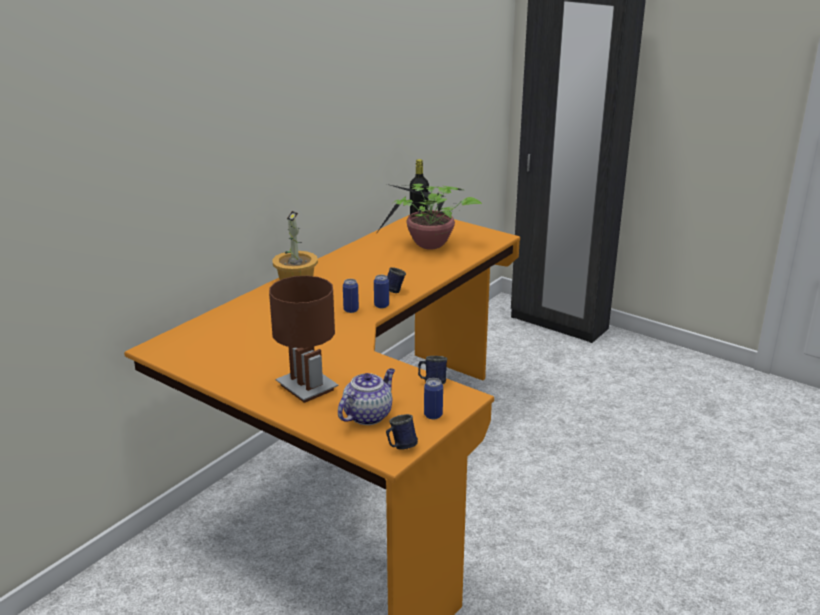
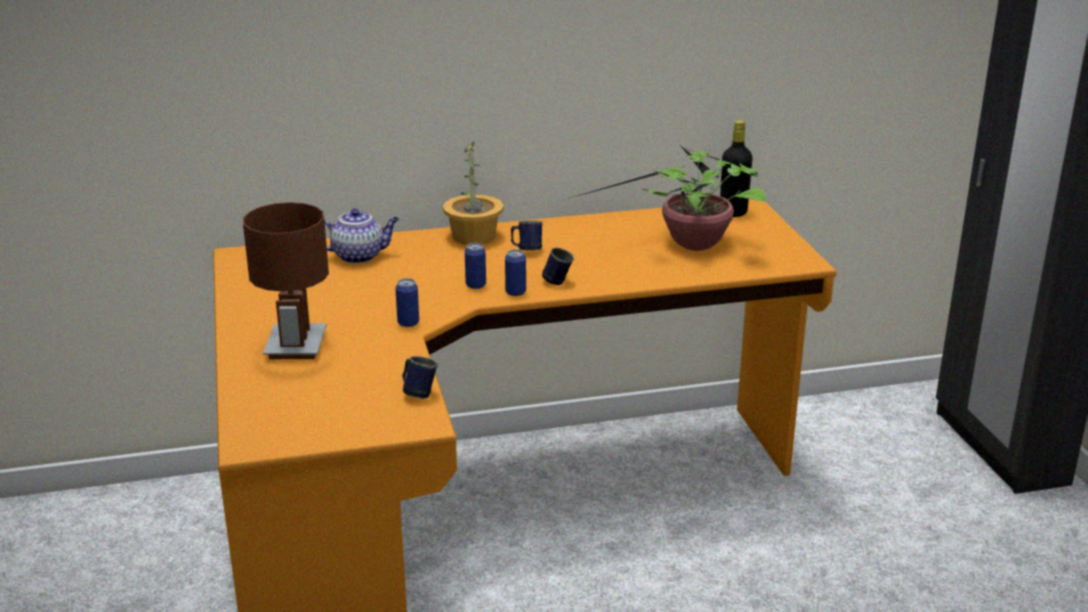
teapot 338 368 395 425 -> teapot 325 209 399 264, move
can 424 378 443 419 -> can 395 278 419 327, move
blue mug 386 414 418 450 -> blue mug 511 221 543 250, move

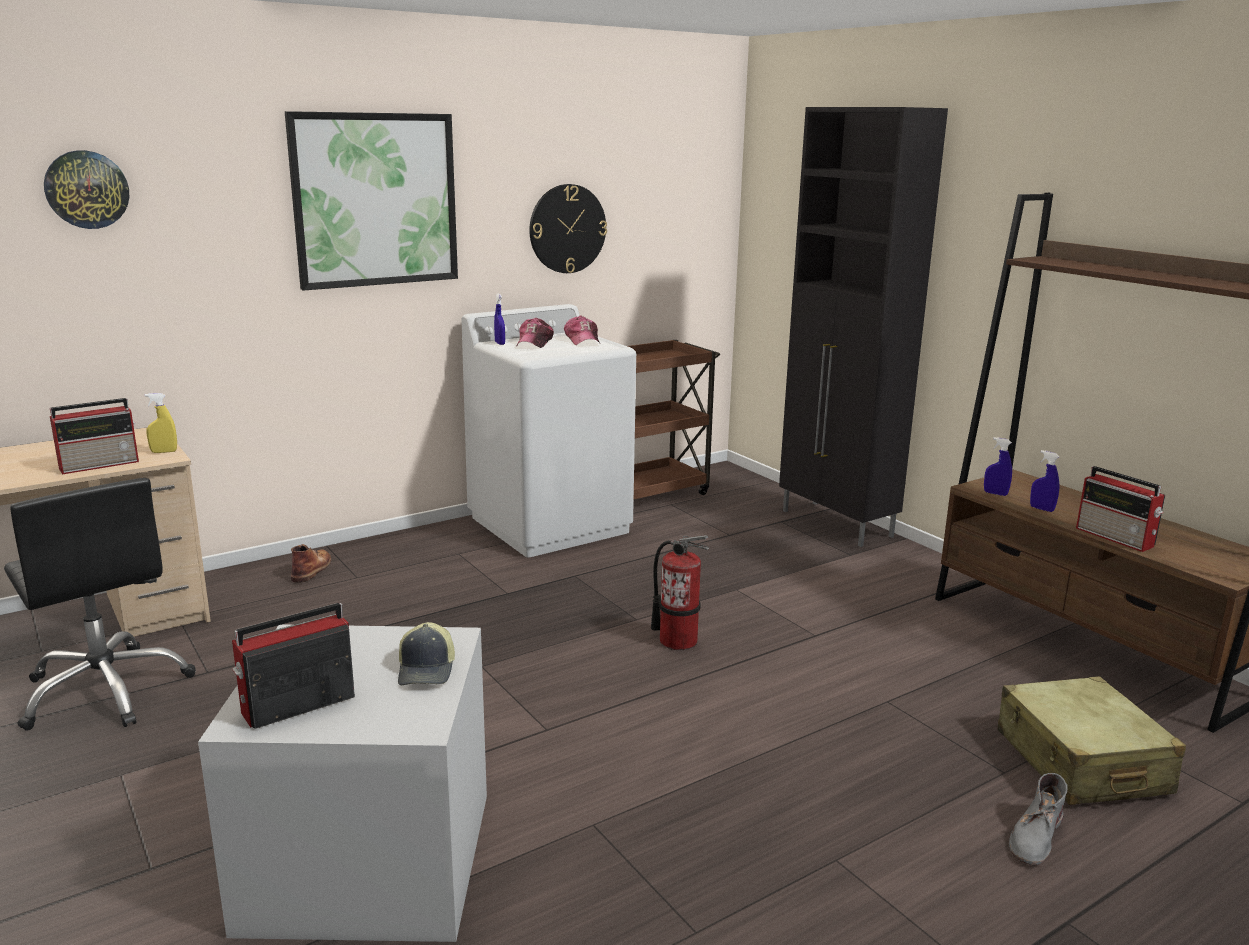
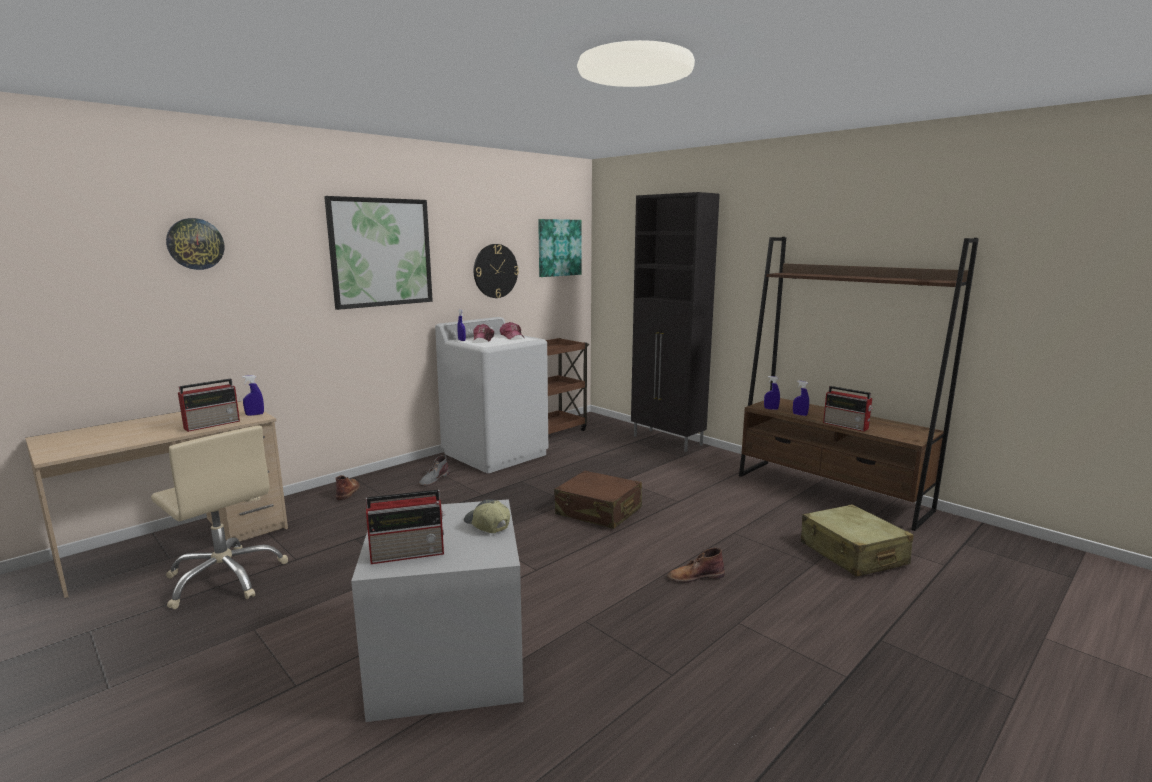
yellow spray bottle 145 393 177 453 -> blue spray bottle 242 375 264 416
black office chair 4 478 196 731 -> beige office chair 151 426 288 609
fire extinguisher 651 535 709 650 -> brown suitcase 554 470 642 529
radio 232 603 355 729 -> radio 366 490 445 564, 150 degrees counterclockwise
cap 398 622 455 685 -> cap 464 500 510 533, 150 degrees clockwise
grey boot 1009 773 1068 865 -> grey boot 419 455 450 486, move
none -> picture 538 219 582 277
none -> brown boot 667 548 725 583

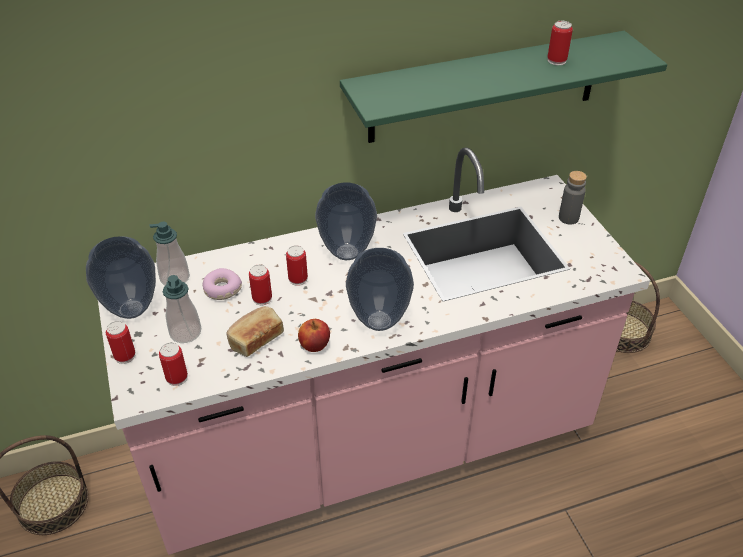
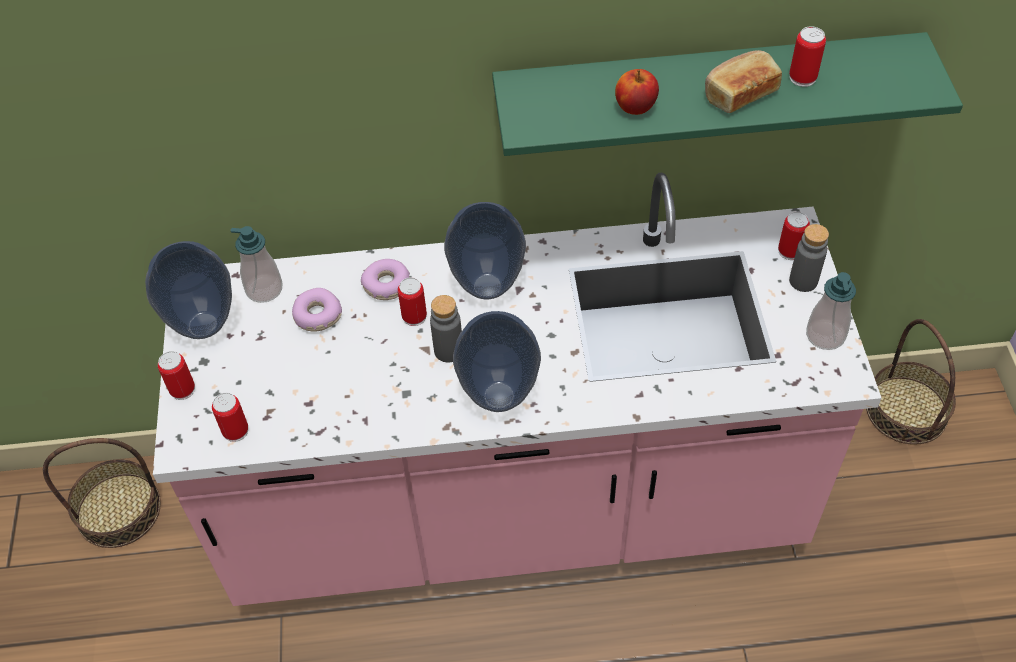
can 249 265 272 305 -> can 778 212 810 260, move
soap dispenser 163 275 201 343 -> soap dispenser 806 272 856 350, move
bread 226 306 284 357 -> bread 705 50 782 113, move
apple 298 319 330 352 -> apple 615 69 659 115, move
none -> donut 361 259 410 300
none -> grey bottle 430 295 462 363

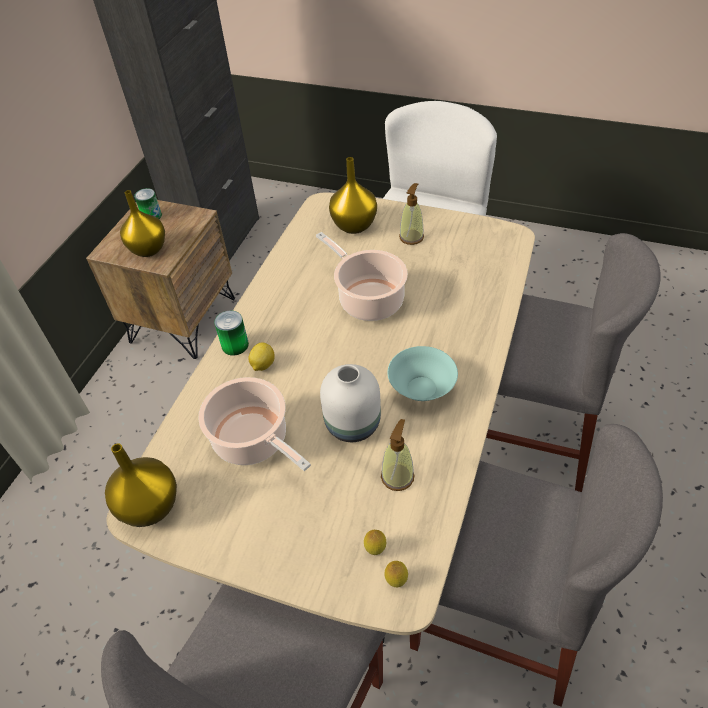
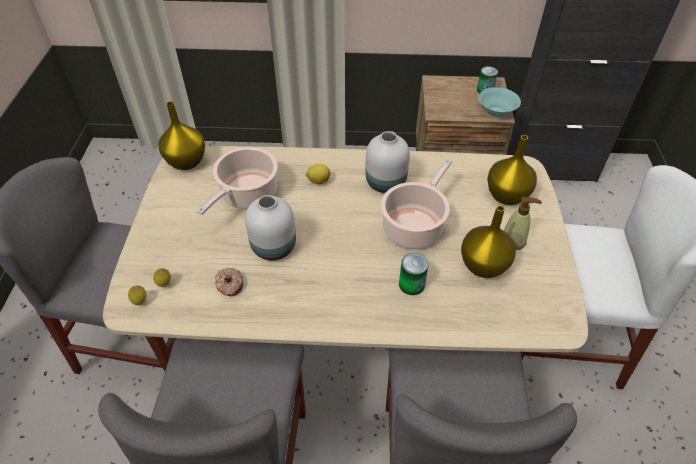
yellow vase 120 190 165 257 -> yellow vase 461 206 516 278, move
can 214 310 249 356 -> can 399 253 428 295, move
turquoise bowl 387 346 458 401 -> turquoise bowl 479 87 521 118, move
soap dispenser 381 419 414 491 -> donut 215 268 243 296
none -> white vase 365 131 410 193

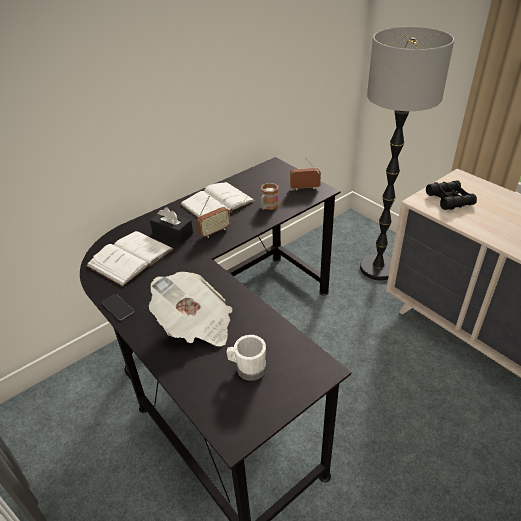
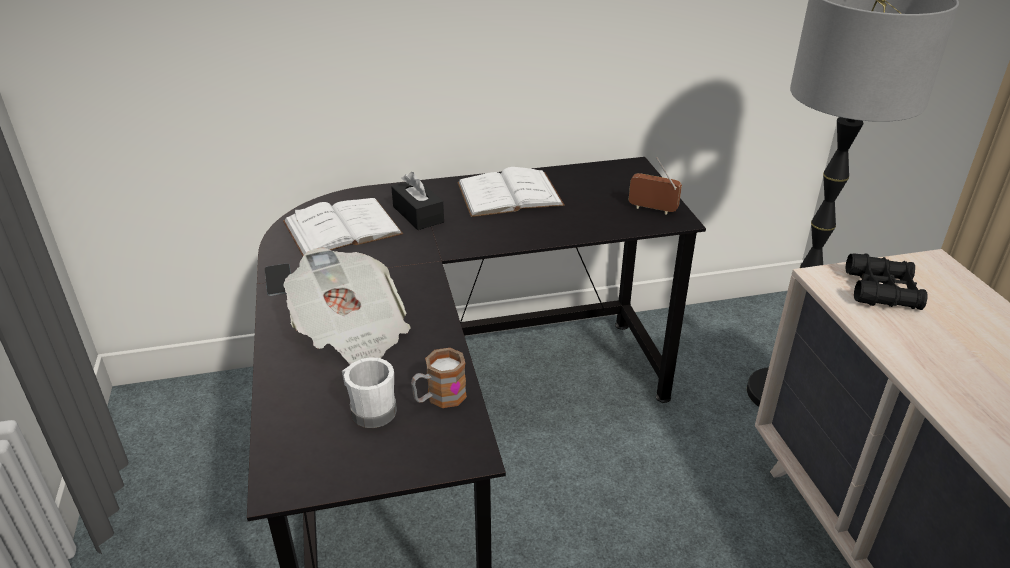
mug 261 183 279 210 -> mug 411 348 467 408, move
radio 197 196 230 238 -> none

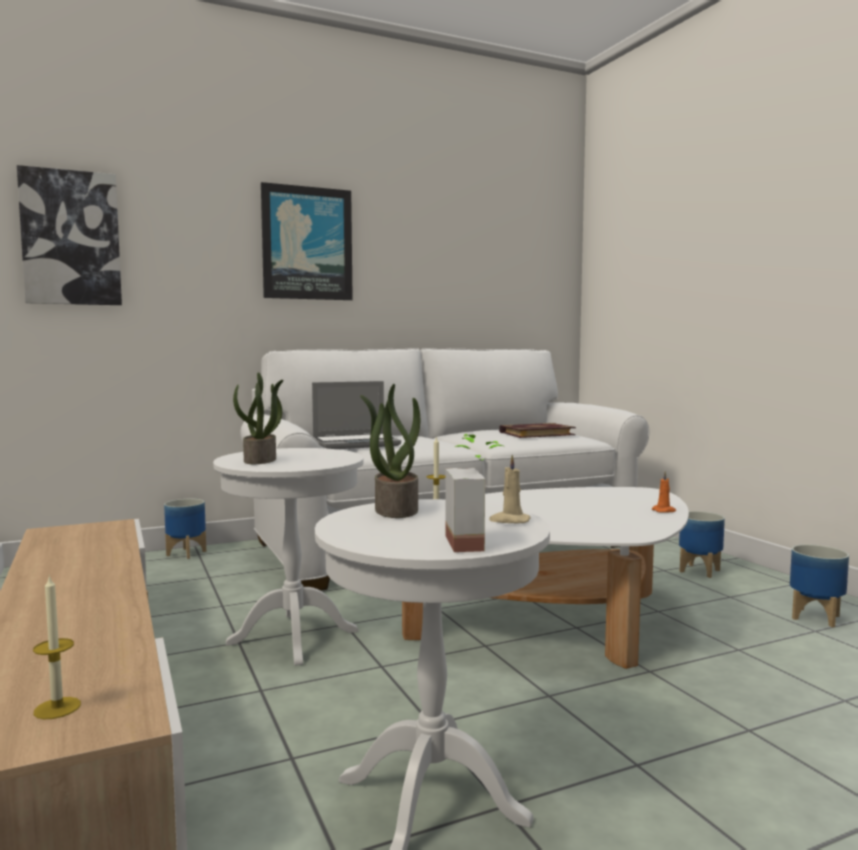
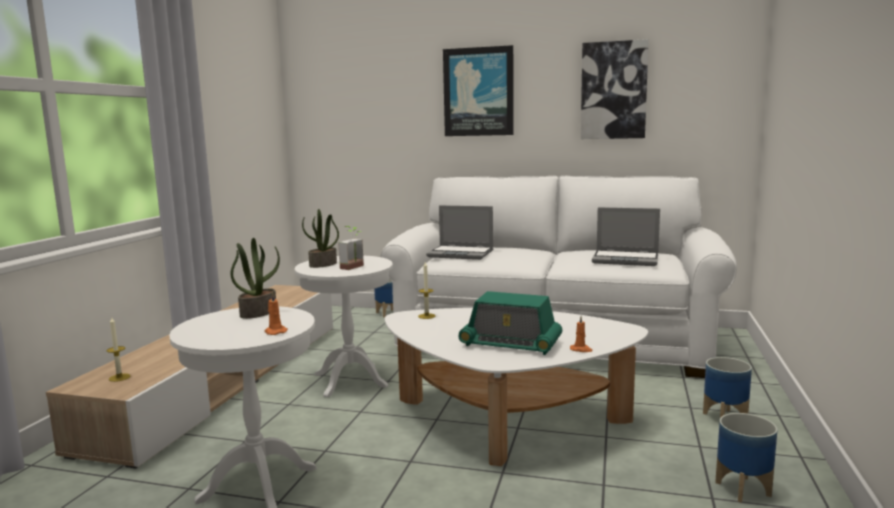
picture 17 165 122 305 -> picture 581 39 649 139, move
book 499 423 576 438 -> laptop 592 207 660 266
potted plant 445 434 503 552 -> potted plant 338 226 364 270, move
beige candle 489 455 531 523 -> orange candle 265 292 288 335
none -> radio 458 291 562 355

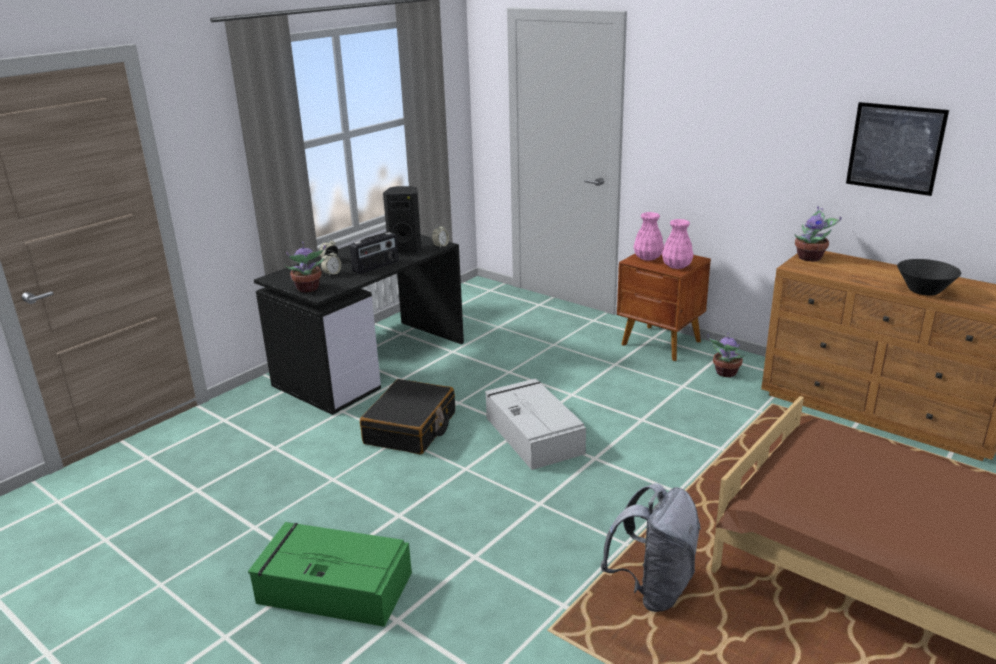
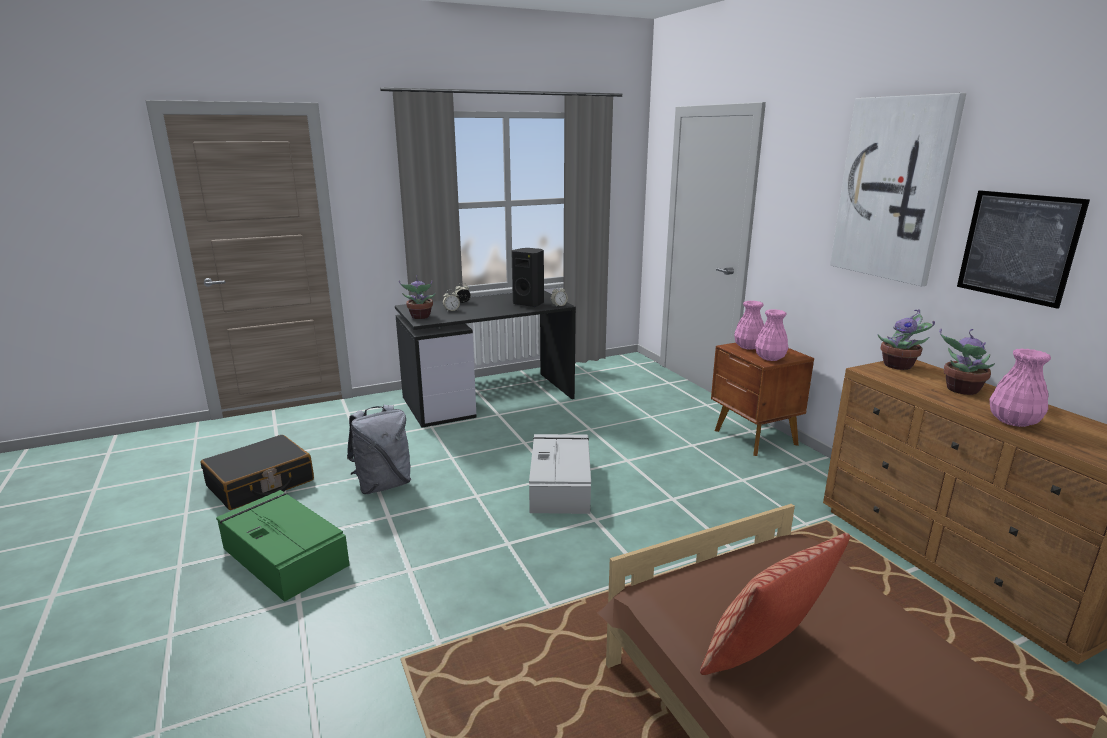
radio 350 232 399 274 -> none
black bowl 897 259 961 296 -> pink vase 989 348 1051 427
potted plant 707 333 745 377 -> potted plant 939 328 995 395, move
black suitcase 360 379 455 455 -> black suitcase 201 435 314 510, move
grey backpack 600 483 701 612 -> grey backpack 347 405 411 494, move
none -> picture 830 93 966 286
none -> pillow 700 533 850 675

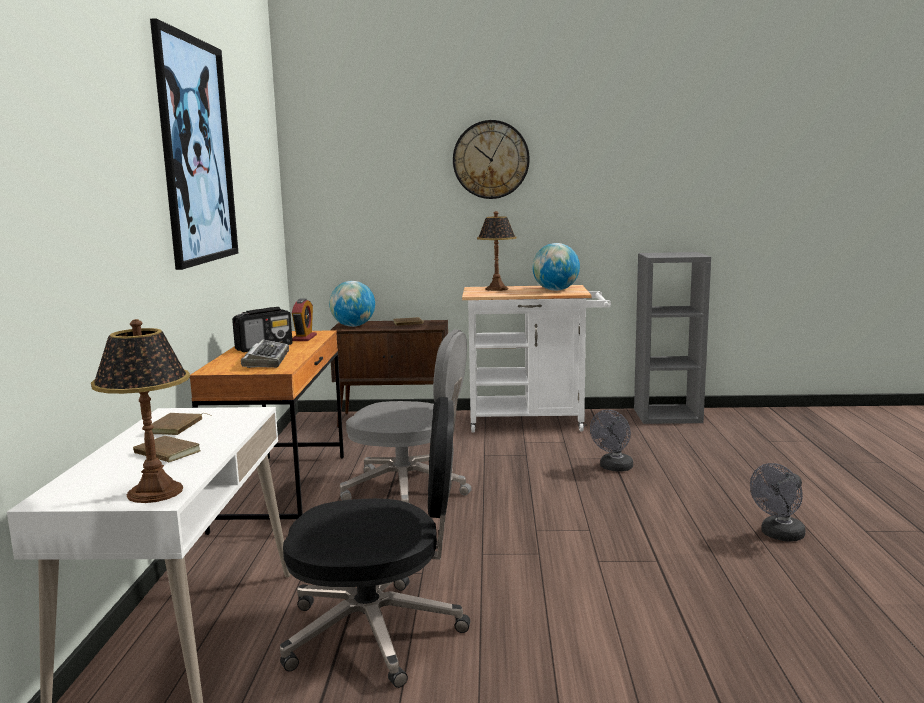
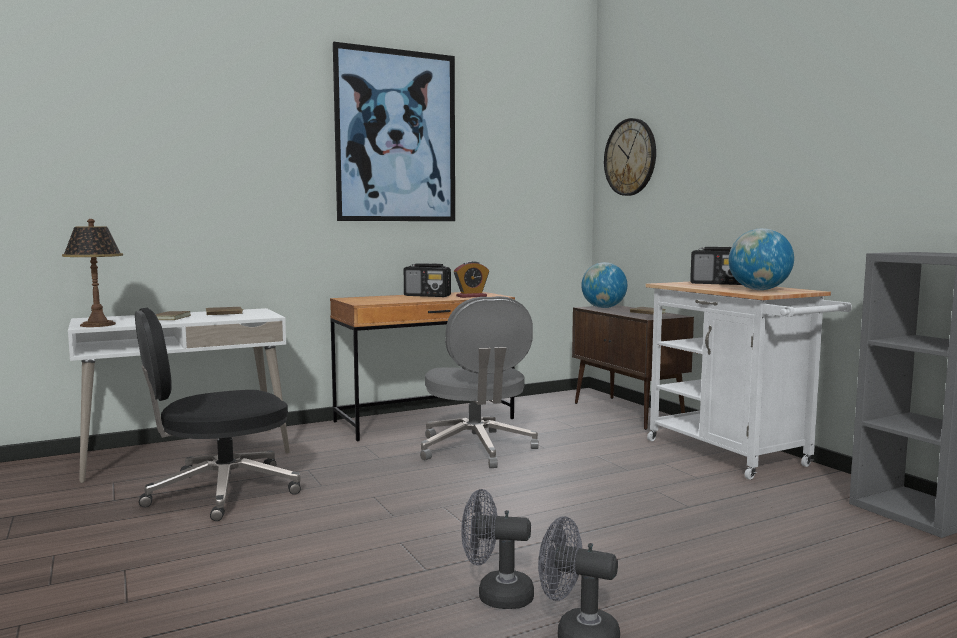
wall clock 453 120 530 199 -> wall clock 604 118 656 196, move
table lamp 477 211 516 291 -> radio 690 247 741 285
keyboard 241 339 289 368 -> none
black office chair 280 397 470 688 -> black office chair 135 307 301 521, 90 degrees clockwise
grey fan 590 410 633 472 -> grey fan 461 489 534 609, move

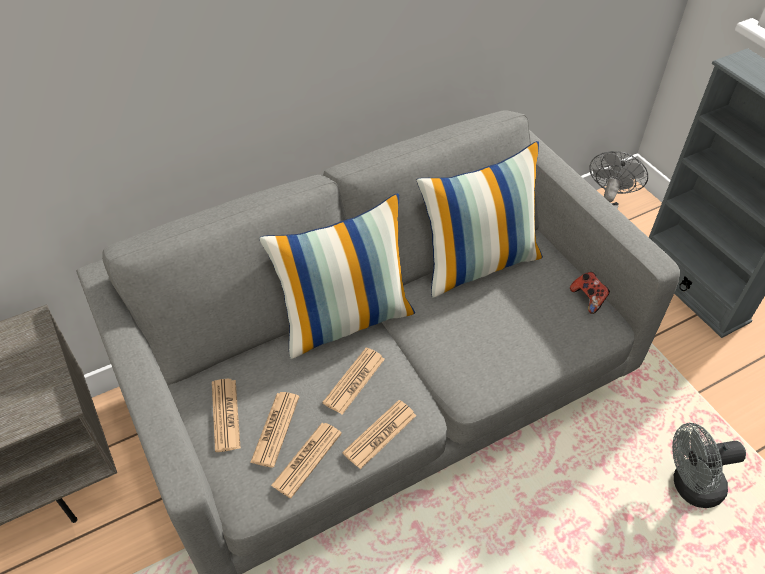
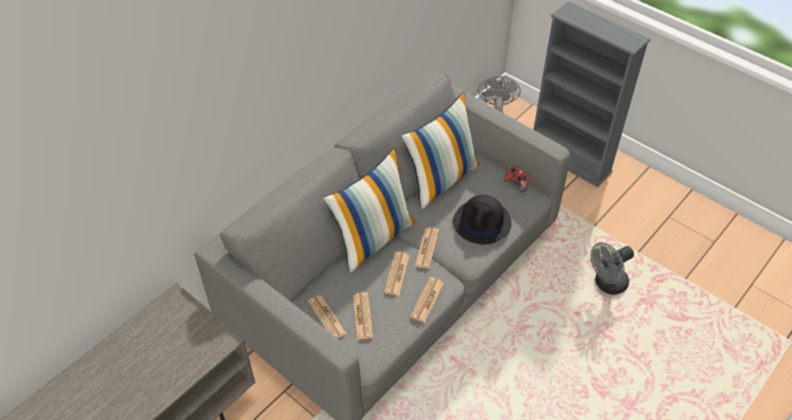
newspaper 271 423 342 498 -> newspaper 415 227 439 269, move
none -> black hat 453 195 512 244

